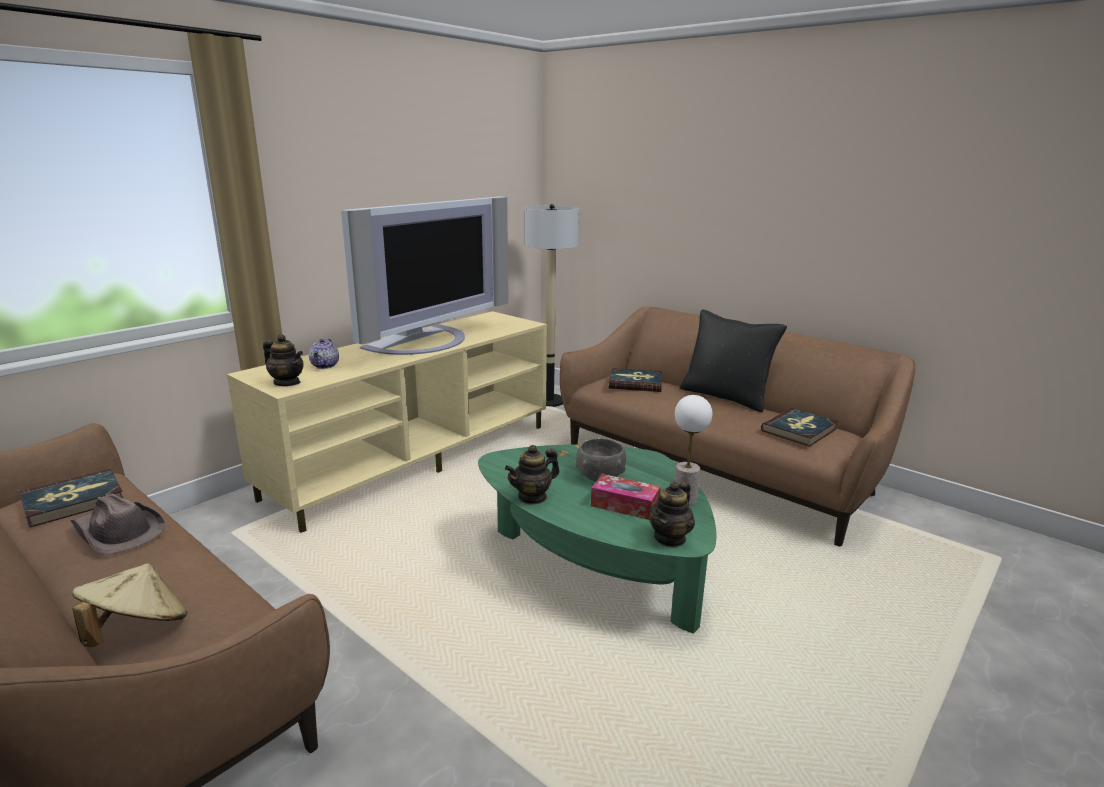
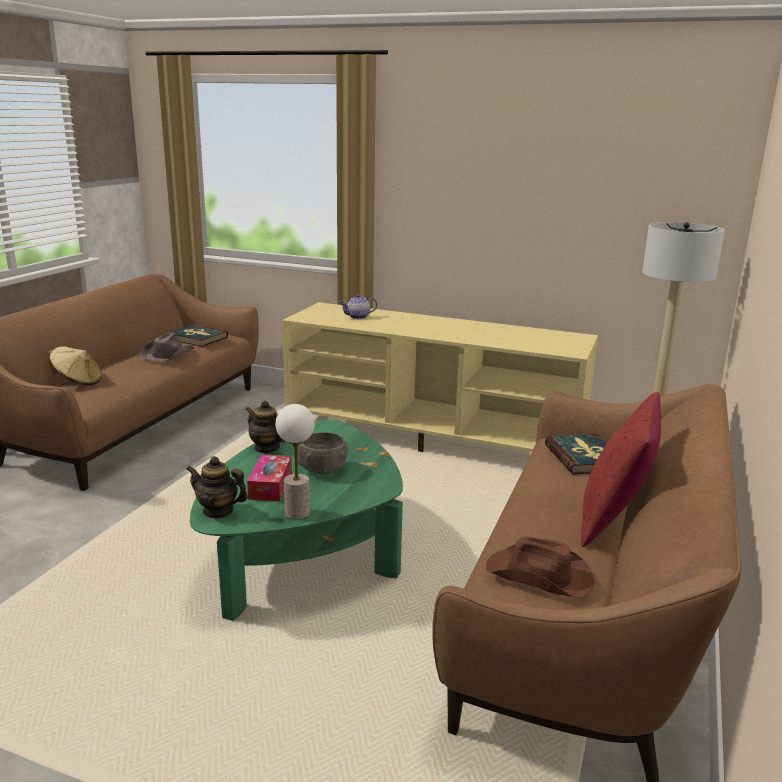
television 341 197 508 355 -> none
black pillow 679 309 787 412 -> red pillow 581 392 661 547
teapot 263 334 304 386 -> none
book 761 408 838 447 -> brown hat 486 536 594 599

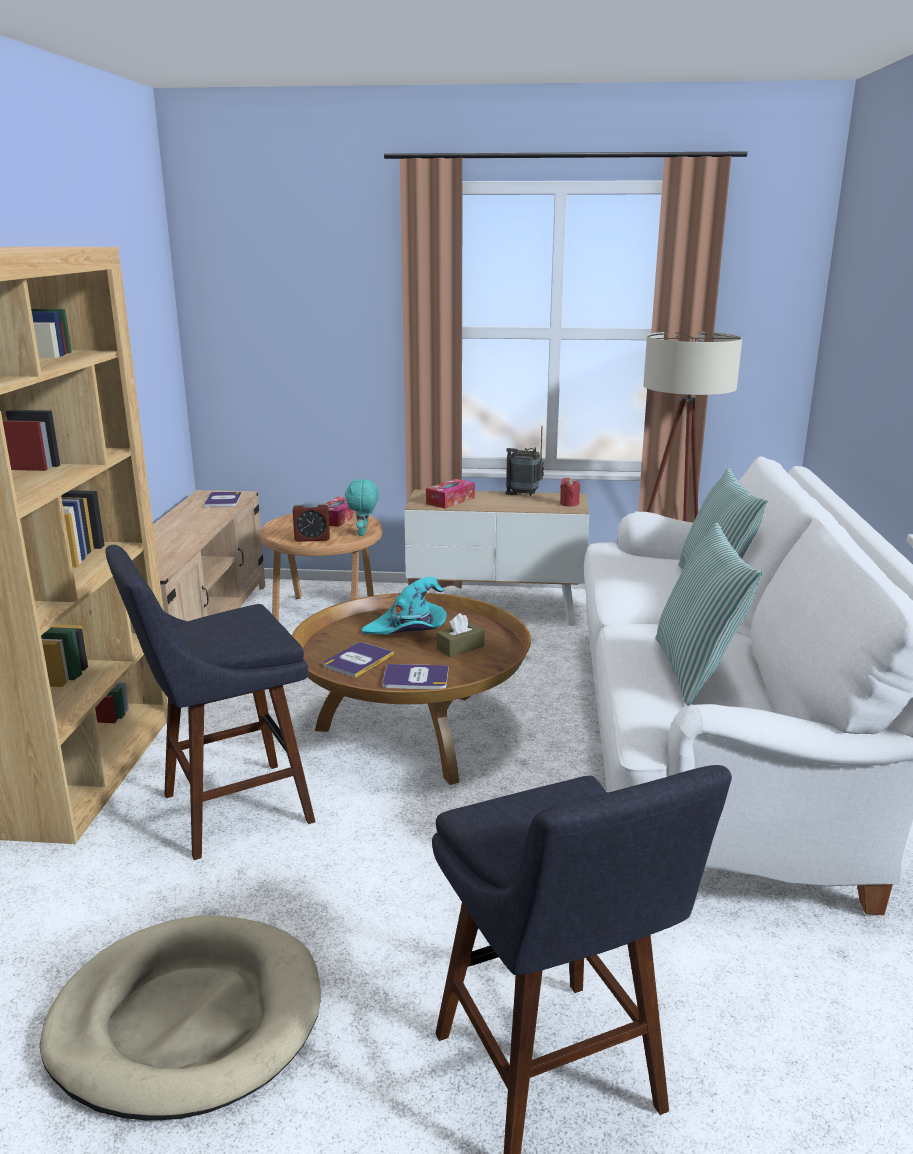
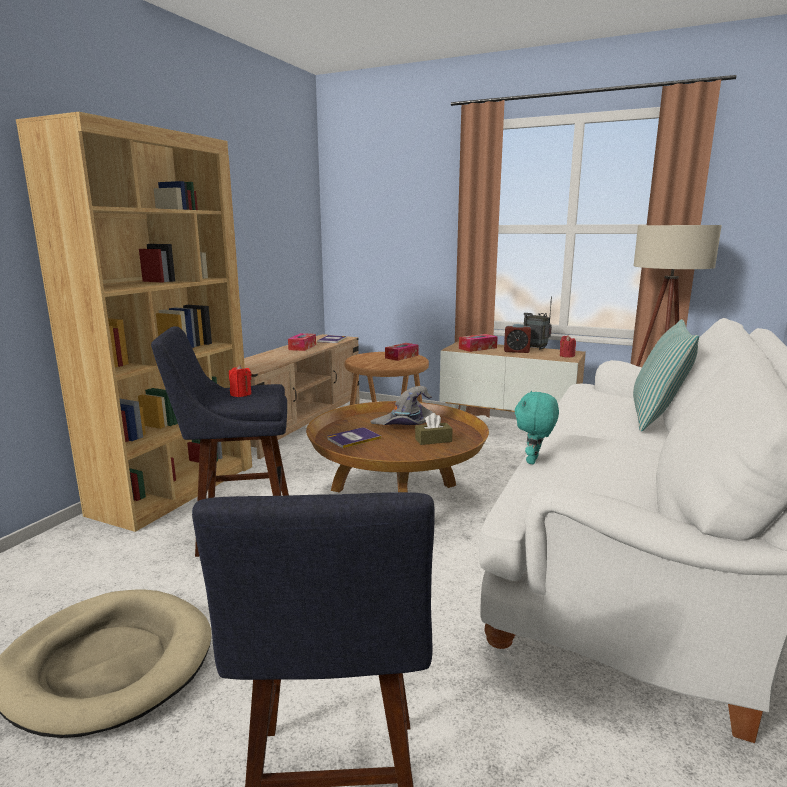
turquoise plush toy 345 479 378 536 -> turquoise plush toy 515 391 559 464, move
alarm clock 293 502 330 542 -> alarm clock 504 324 531 353, move
pillow 655 522 762 706 -> none
turquoise hat 361 577 447 635 -> grey hat 371 386 433 425
book 382 664 449 690 -> none
none -> tissue box 288 333 316 351
none -> red candle 229 365 251 397

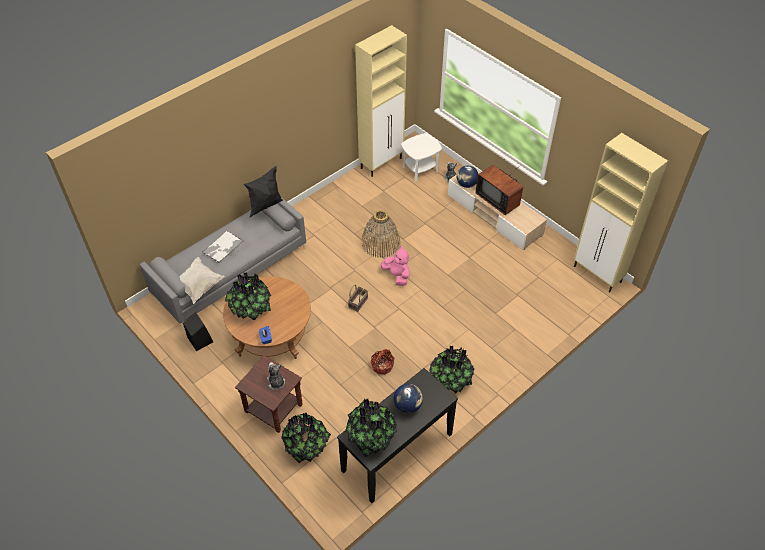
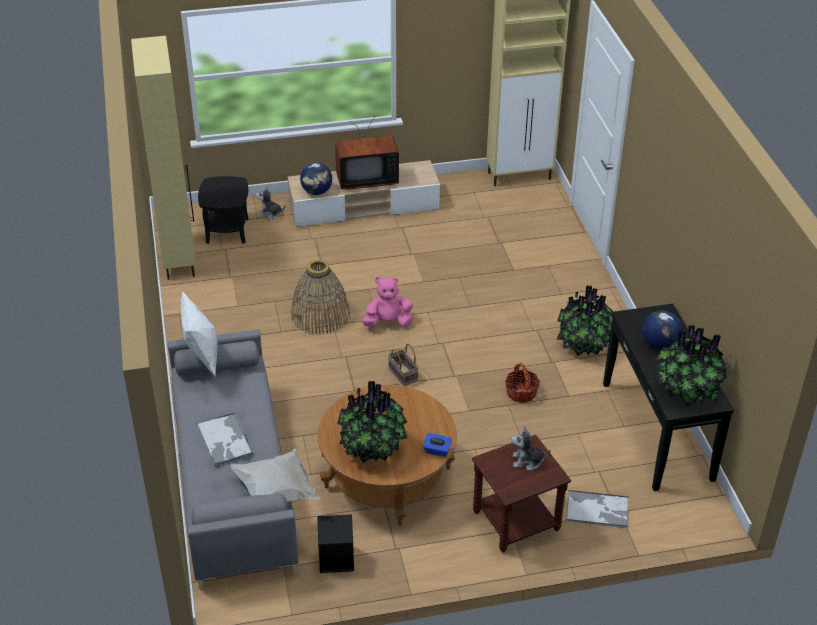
white side table 401 133 442 182 -> black side table 198 176 249 244
black pillow 244 166 283 217 -> white pillow 181 291 218 377
potted plant 281 413 331 464 -> tray 566 490 629 528

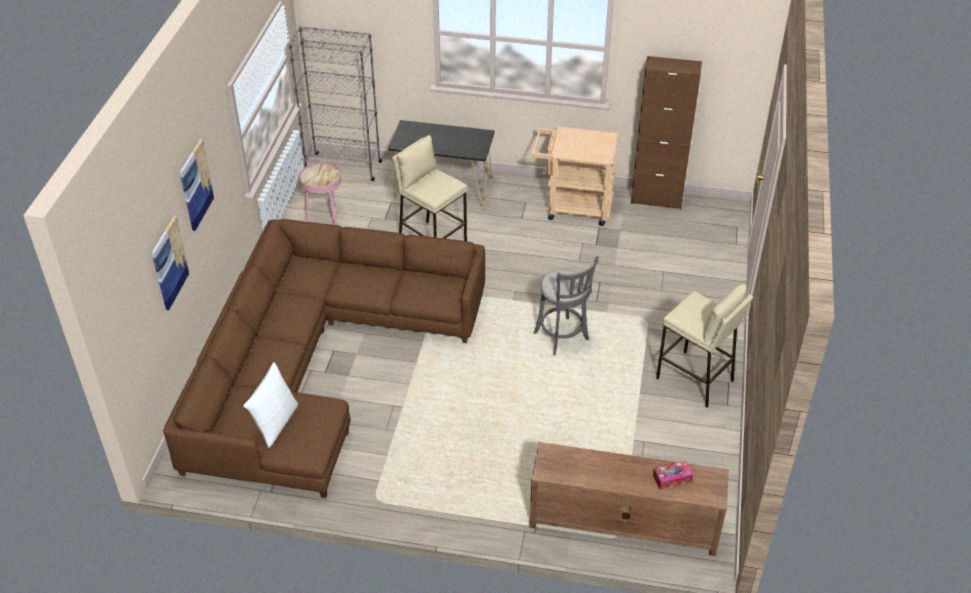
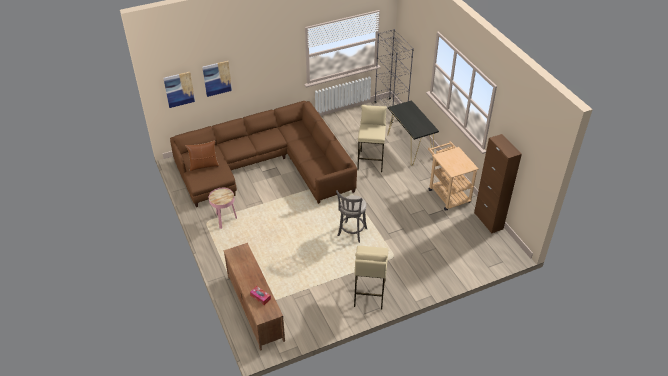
picture 180 139 214 231 -> picture 163 72 195 108, move
pink side table 300 162 341 225 -> pink side table 209 188 237 229, move
white pillow 243 362 298 448 -> brown pillow 185 140 219 171

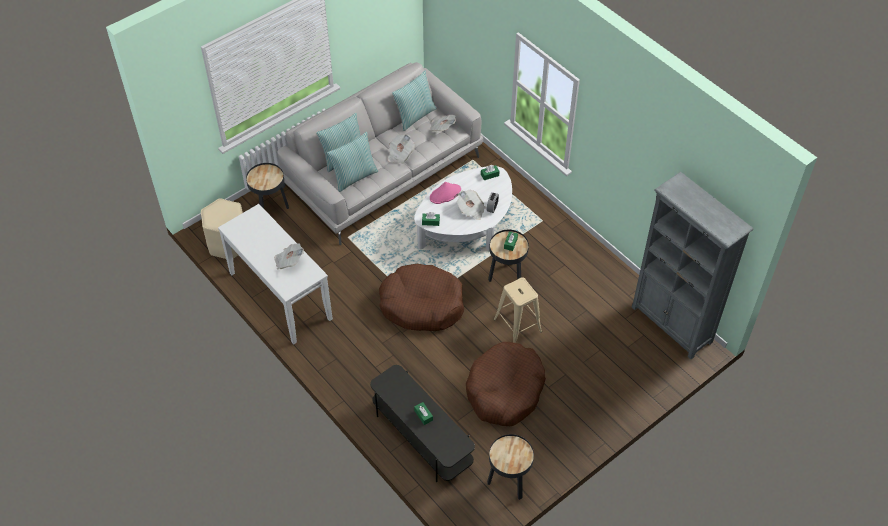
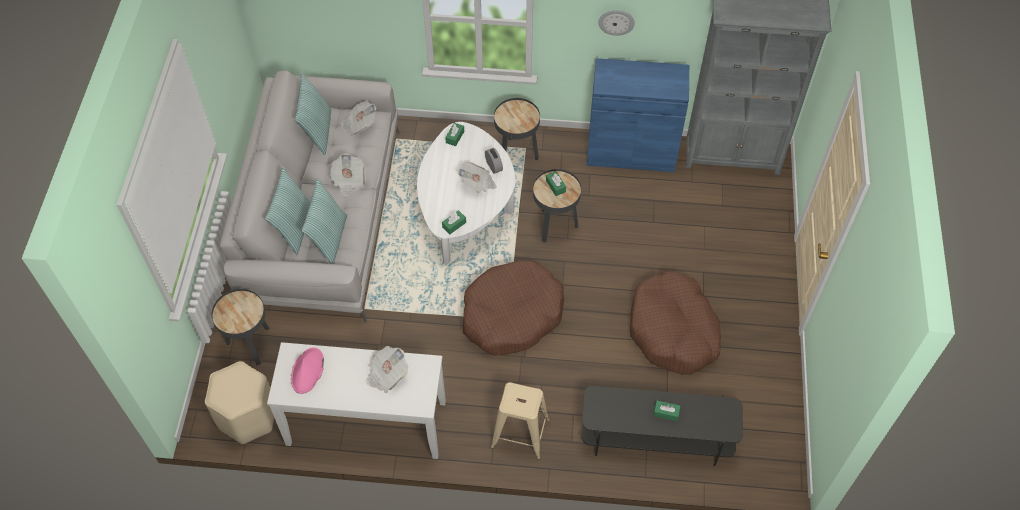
pink hat 430 182 461 204 -> pink hat 291 347 324 394, move
beige stool 494 277 542 343 -> beige stool 491 382 550 460, move
black side table 487 434 534 500 -> black side table 494 98 540 160, move
none -> wall clock 598 10 635 36
none -> blue cabinet 587 58 689 172

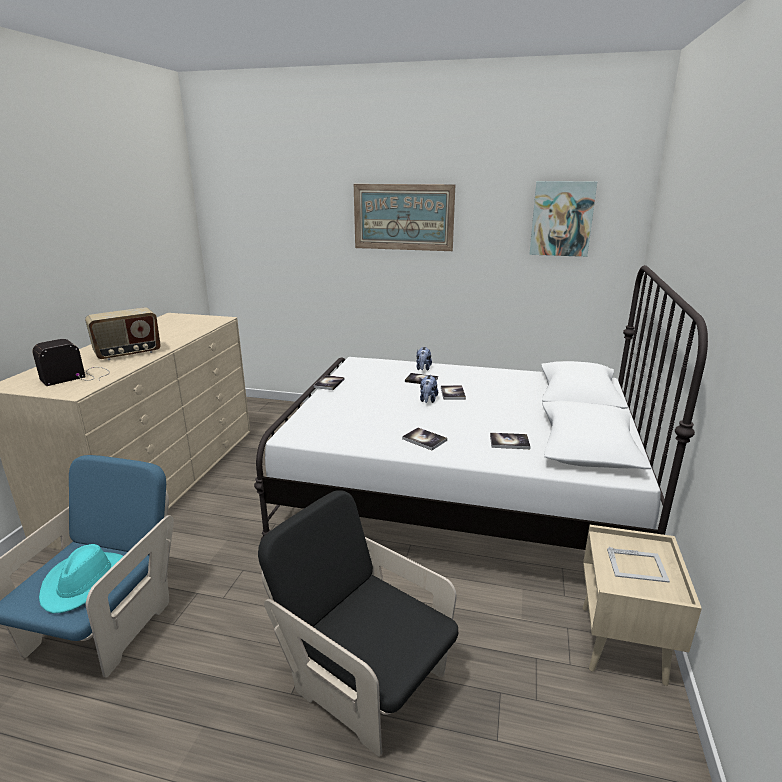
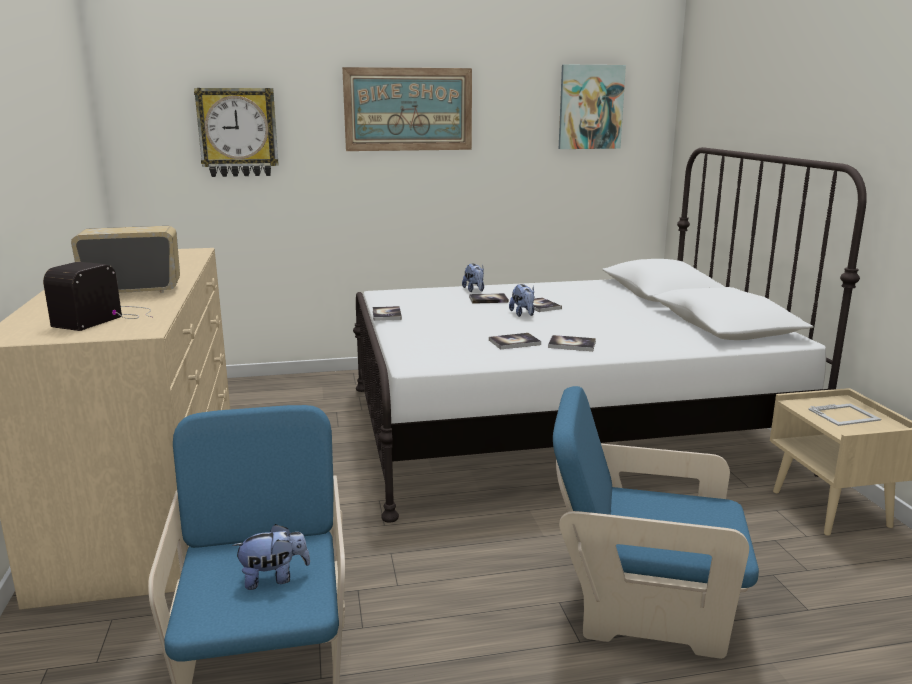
radio 85 308 161 360 -> radio 71 226 180 293, 135 degrees counterclockwise
book 490 433 531 449 -> book 489 333 541 350, move
black armchair 258 490 458 757 -> blue armchair 553 386 759 659
turquoise hat 39 544 123 613 -> plush toy 232 524 310 590
none -> wall clock 194 88 279 177

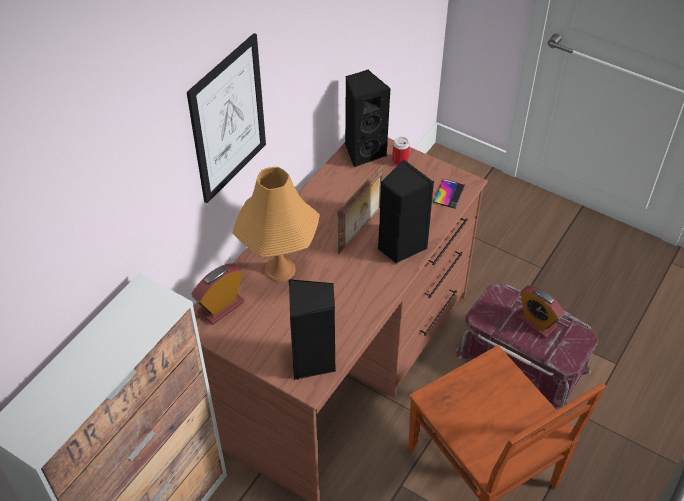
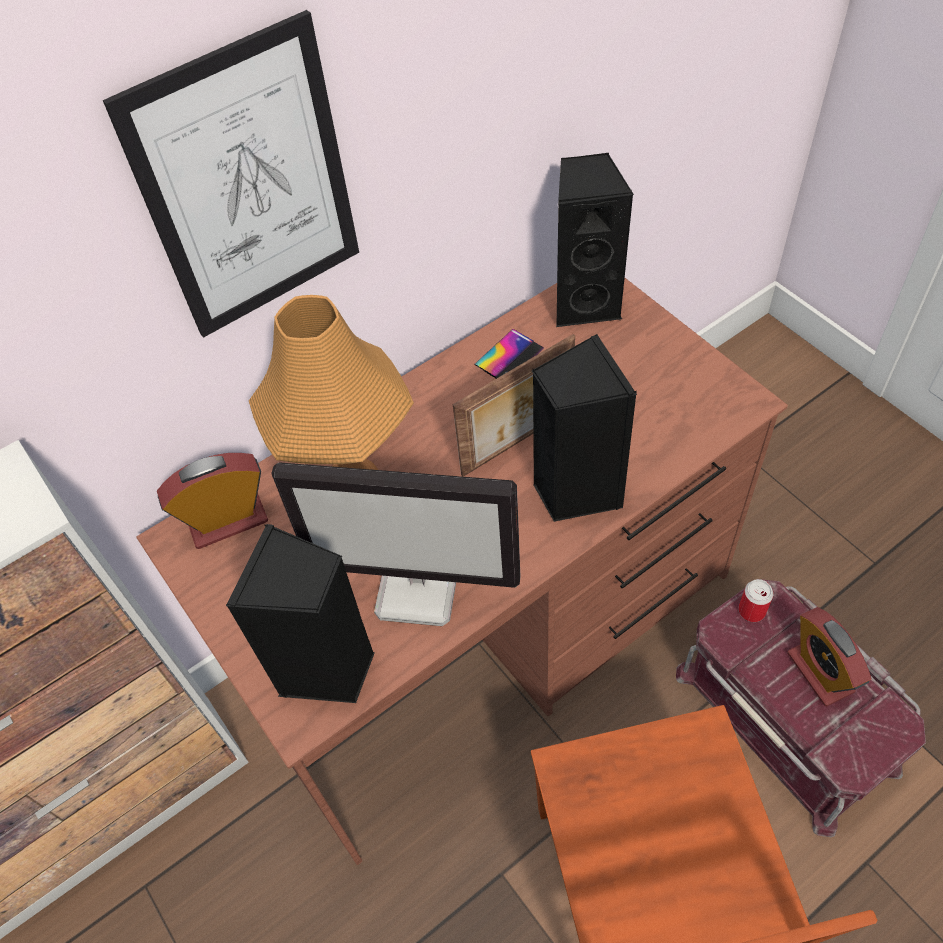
can 392 137 410 165 -> can 738 579 773 622, move
phone 433 179 465 209 -> phone 474 329 544 379, move
none -> monitor 271 462 521 626

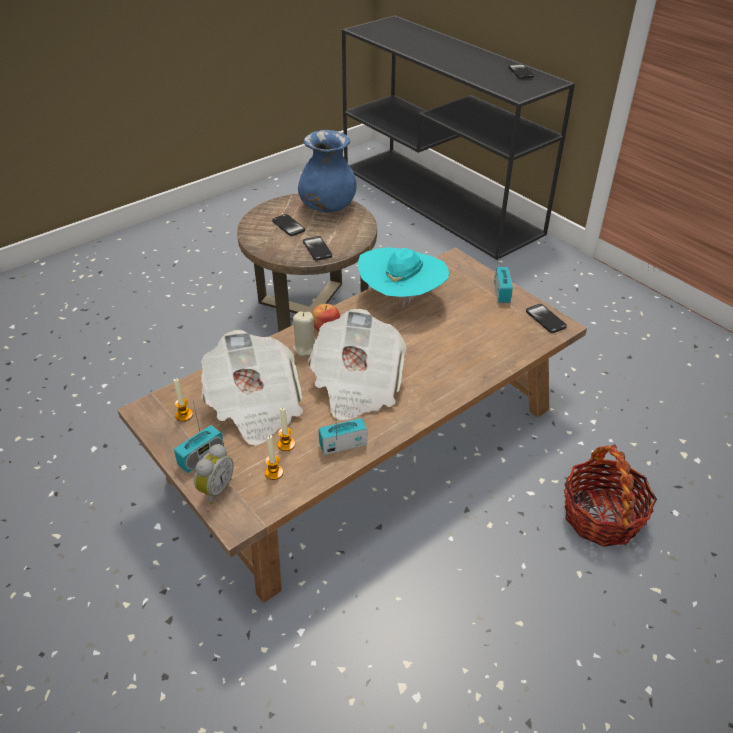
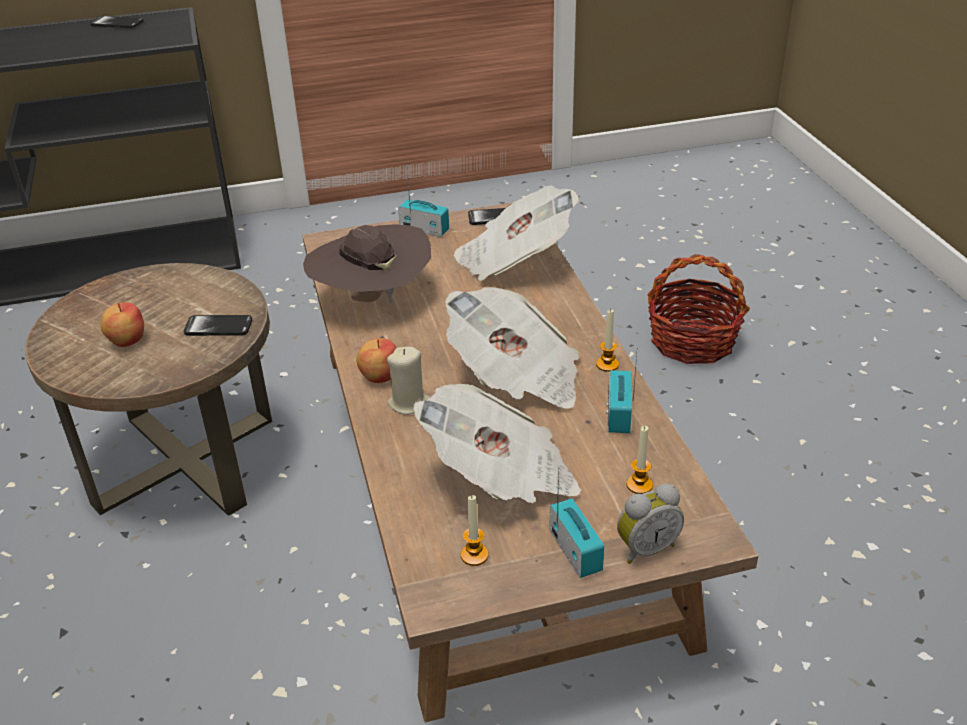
blue vase 298 130 356 212 -> none
phone 272 214 305 236 -> apple 100 302 144 347
turquoise hat 358 247 449 307 -> brown hat 303 224 431 304
candle 277 407 295 451 -> candle 596 309 619 372, move
alarm clock 194 444 234 504 -> alarm clock 617 483 684 564, 105 degrees clockwise
none -> newspaper 454 185 579 281

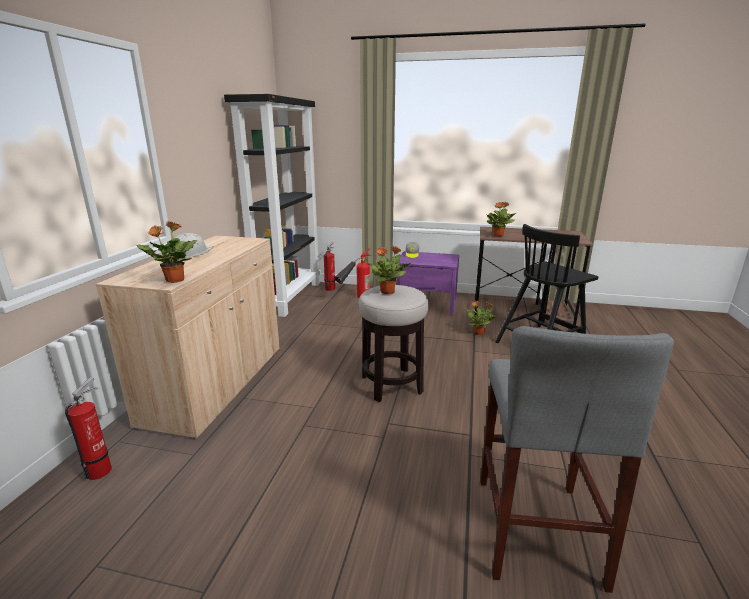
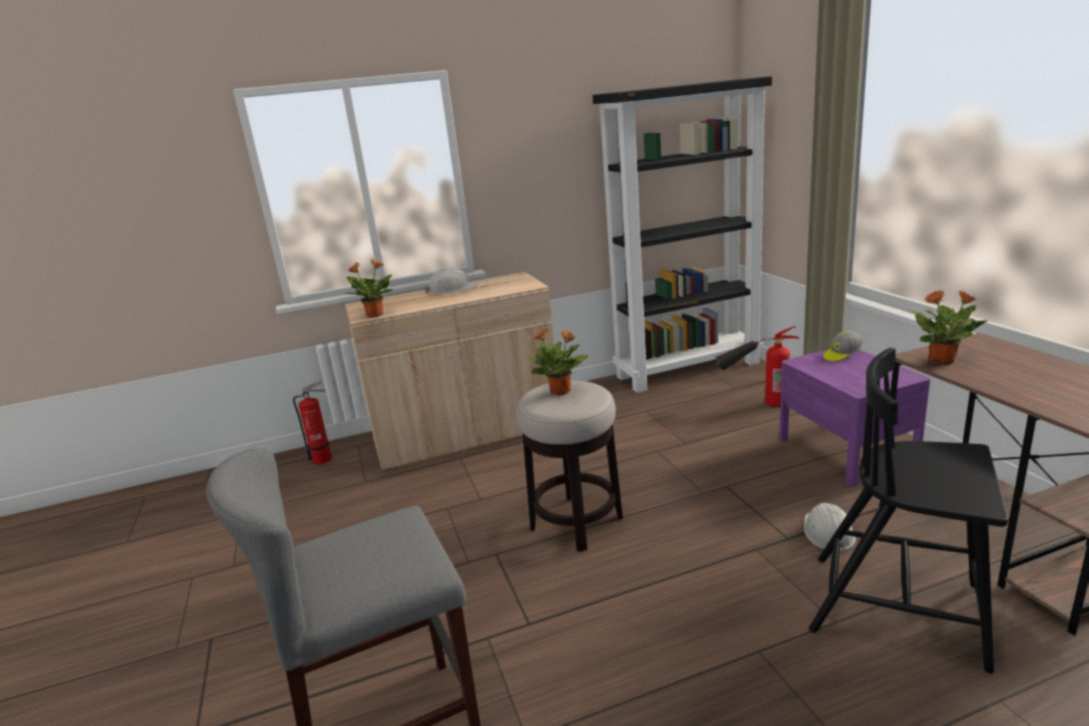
fire extinguisher 324 242 335 291 -> none
potted plant 465 301 497 335 -> white hard hat 804 503 856 551

